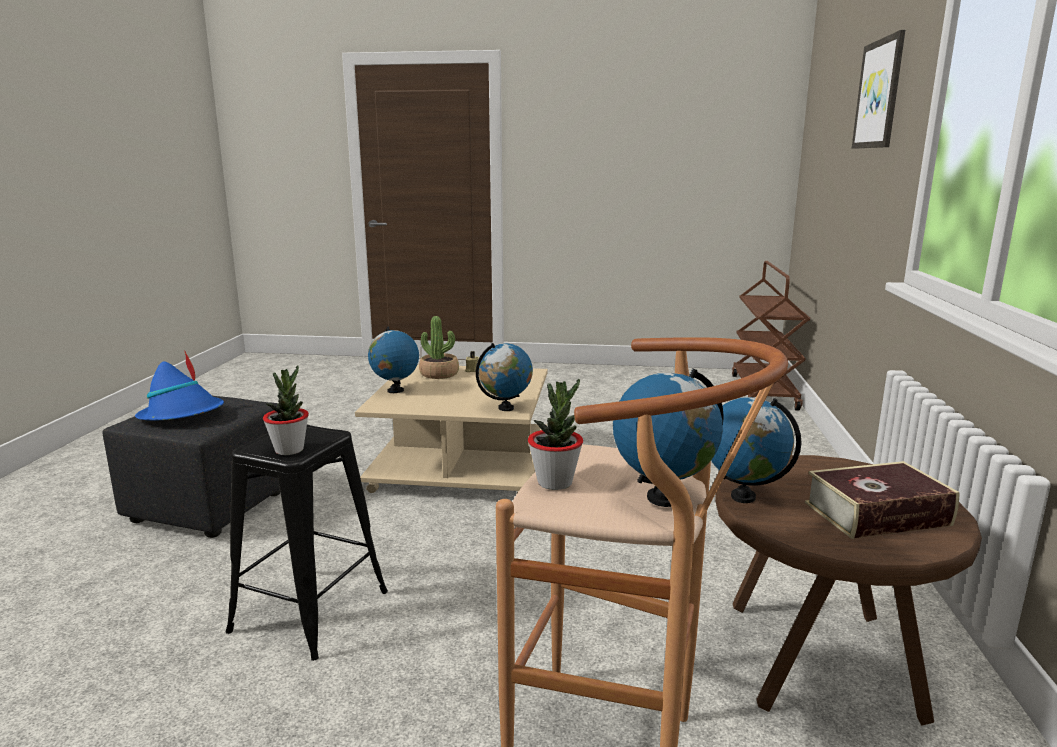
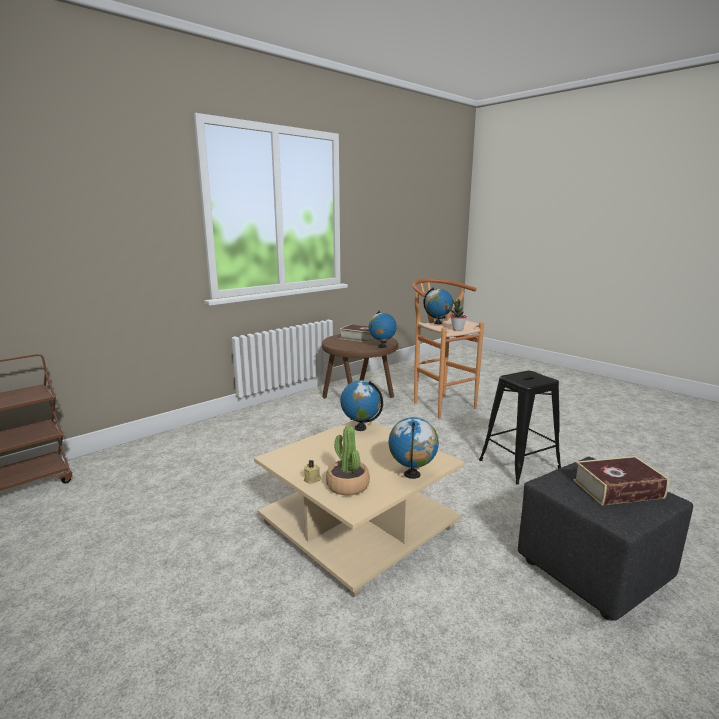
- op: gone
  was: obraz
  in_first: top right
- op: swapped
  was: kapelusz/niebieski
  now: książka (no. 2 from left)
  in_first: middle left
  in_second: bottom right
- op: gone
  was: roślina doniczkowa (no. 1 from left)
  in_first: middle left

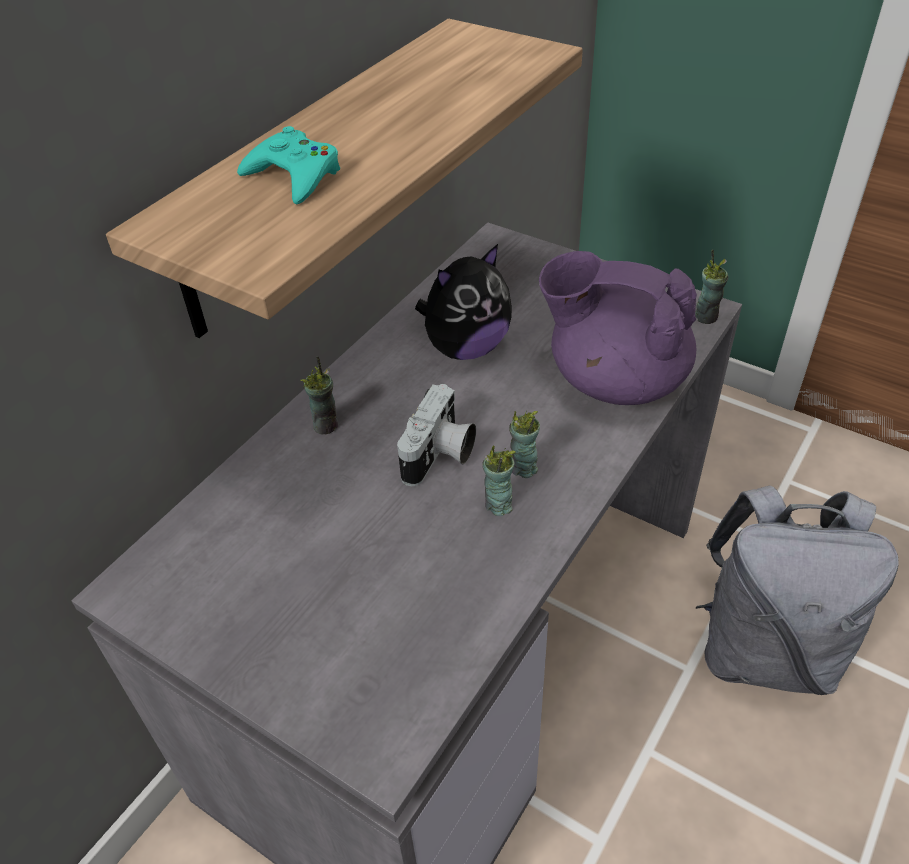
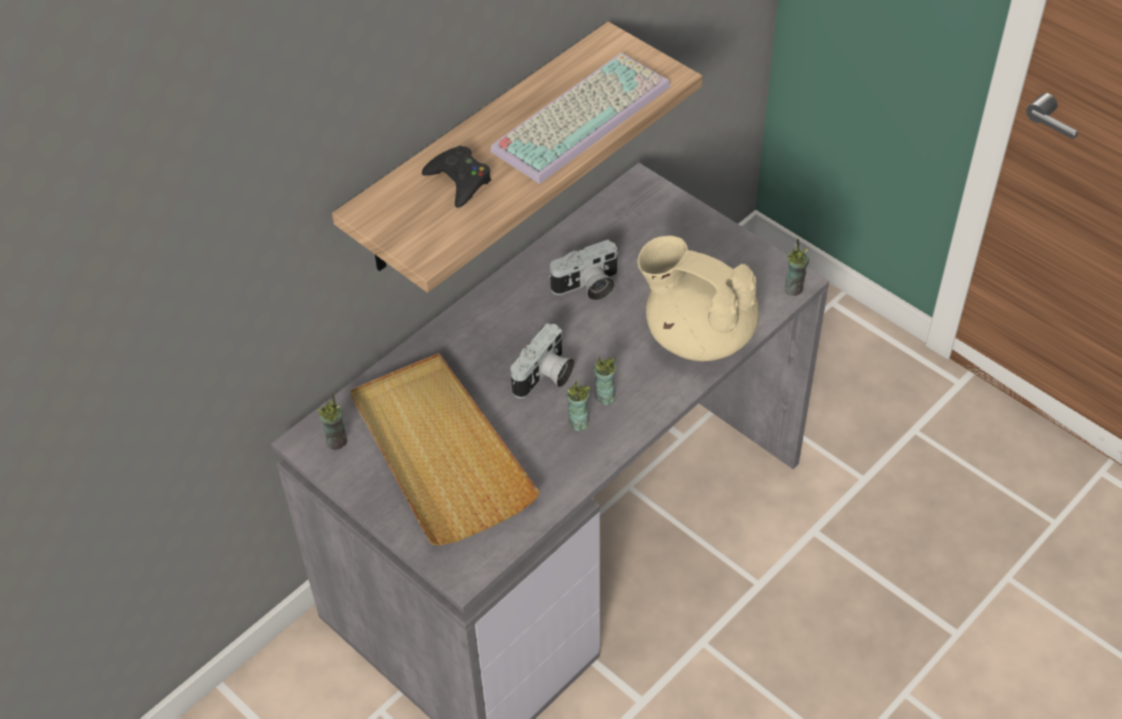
- op: repainted
  was: pad do gier/turkusowy
  now: pad do gier/czarny
  in_first: top left
  in_second: top centre
- op: swapped
  was: pluszak
  now: aparat fotograficzny (no. 2 from left)
  in_first: centre
  in_second: centre
- op: repainted
  was: imbryk/fioletowy
  now: imbryk/beżowy
  in_first: middle right
  in_second: centre
- op: shifted
  was: filiżanka (no. 1 from left)
  in_first: centre
  in_second: middle left
- op: gone
  was: plecak/szary
  in_first: bottom right
- op: new
  now: klawiatura
  in_second: top centre
- op: new
  now: taca/beżowy
  in_second: centre

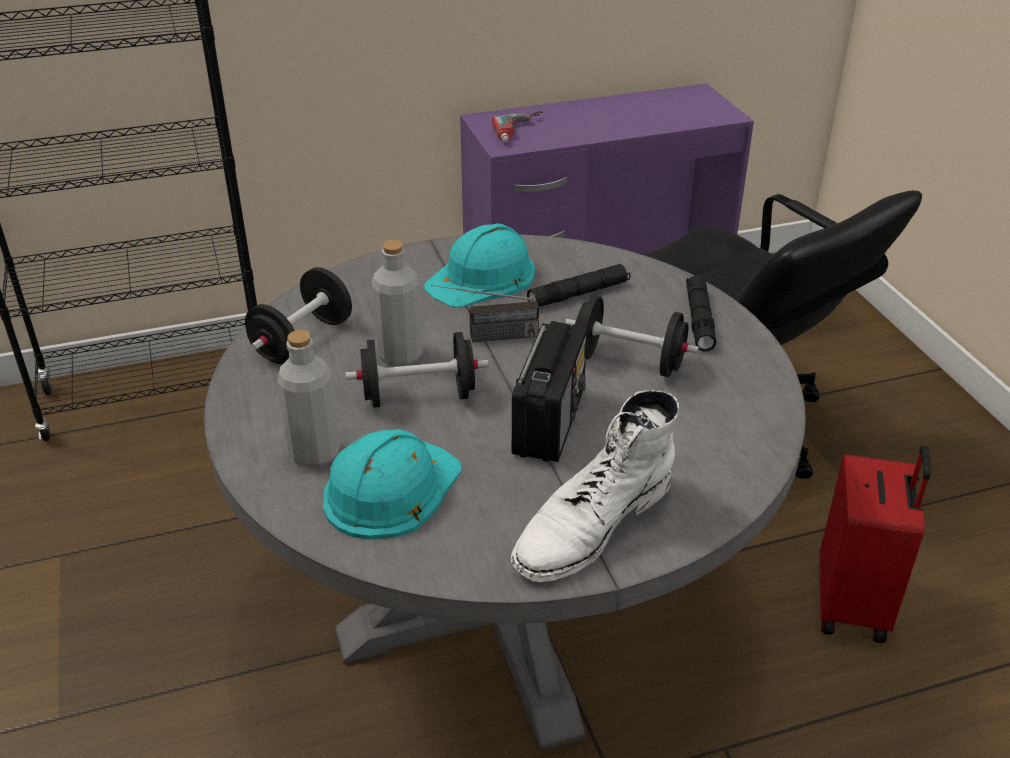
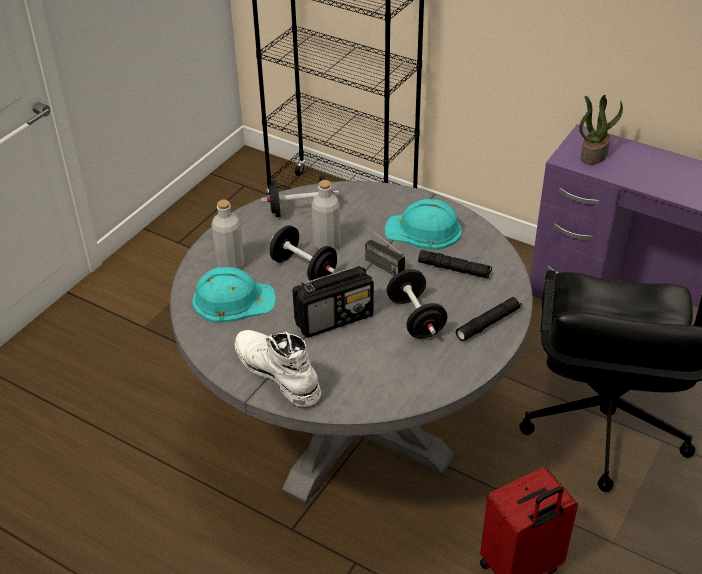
- op: swapped
  was: wiertarka
  now: roślina doniczkowa
  in_first: top centre
  in_second: top right
- op: rotated
  was: but z cholewką/biały
  in_first: centre
  in_second: centre
  clockwise: 45

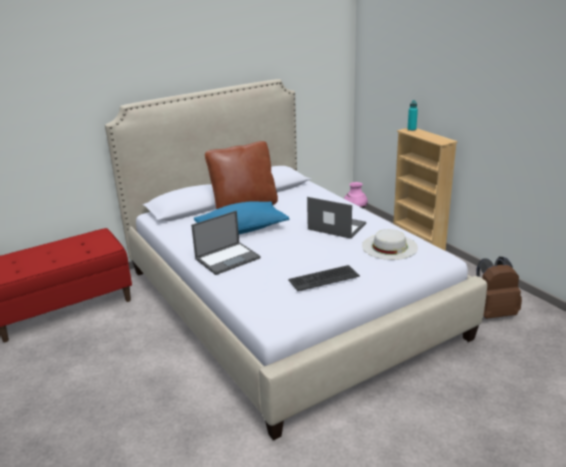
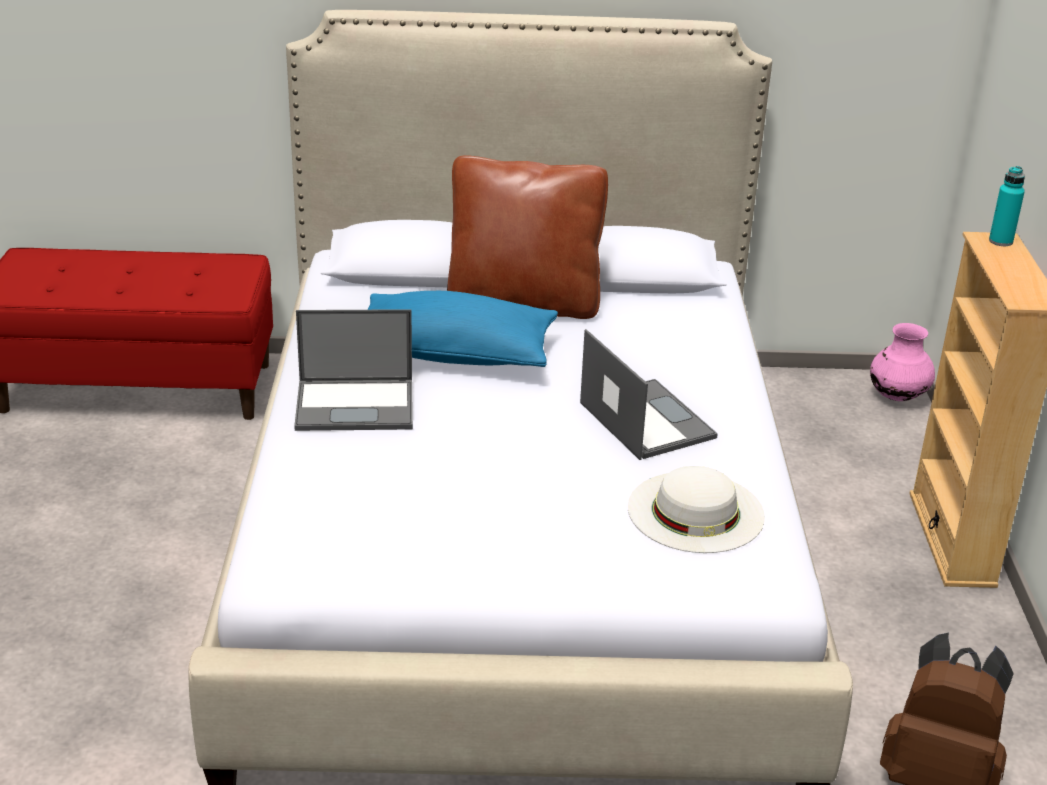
- op: gone
  was: klawiatura
  in_first: centre

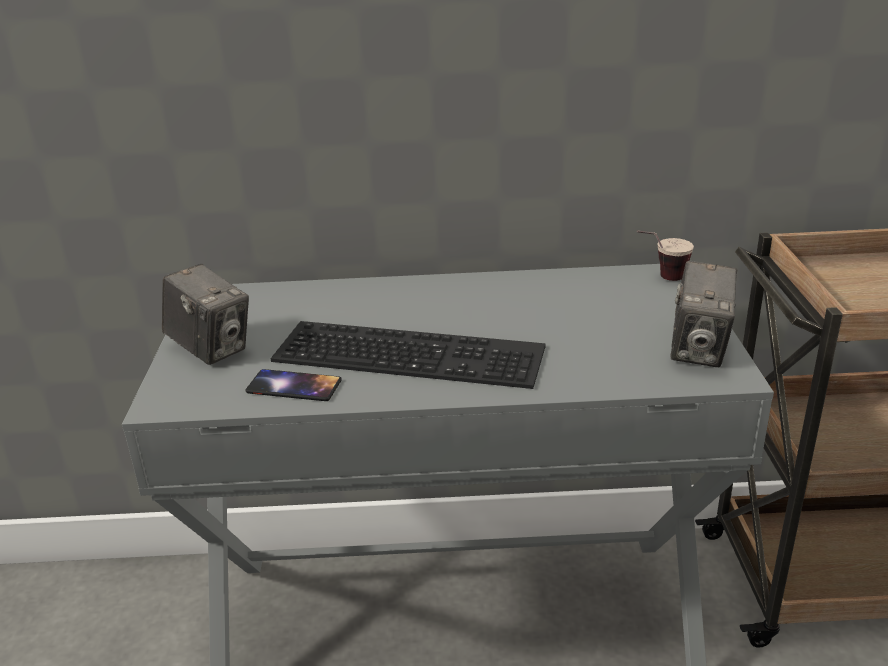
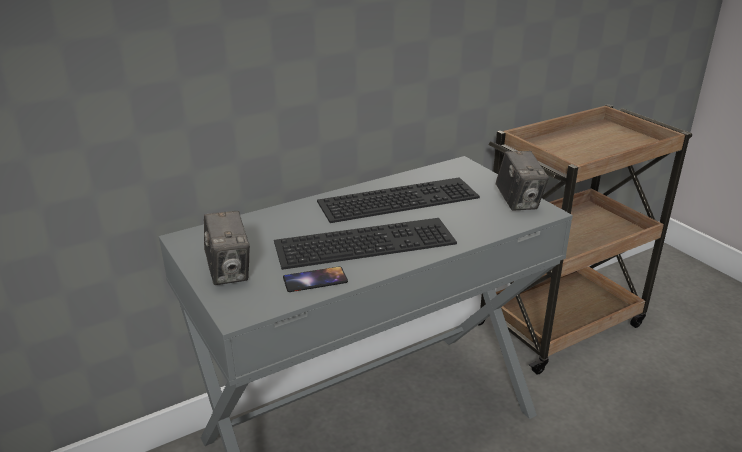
- op: gone
  was: filiżanka
  in_first: middle right
- op: rotated
  was: aparat fotograficzny (no. 1 from left)
  in_first: middle left
  in_second: middle left
  clockwise: 60
- op: new
  now: klawiatura (no. 2 from left)
  in_second: centre

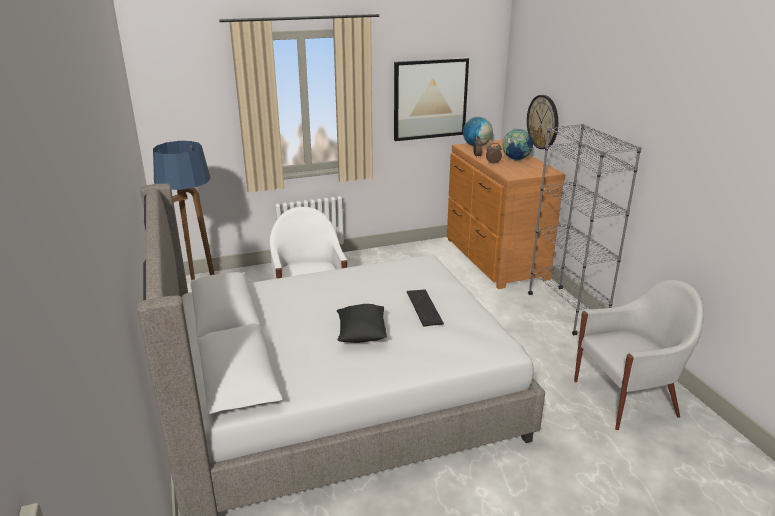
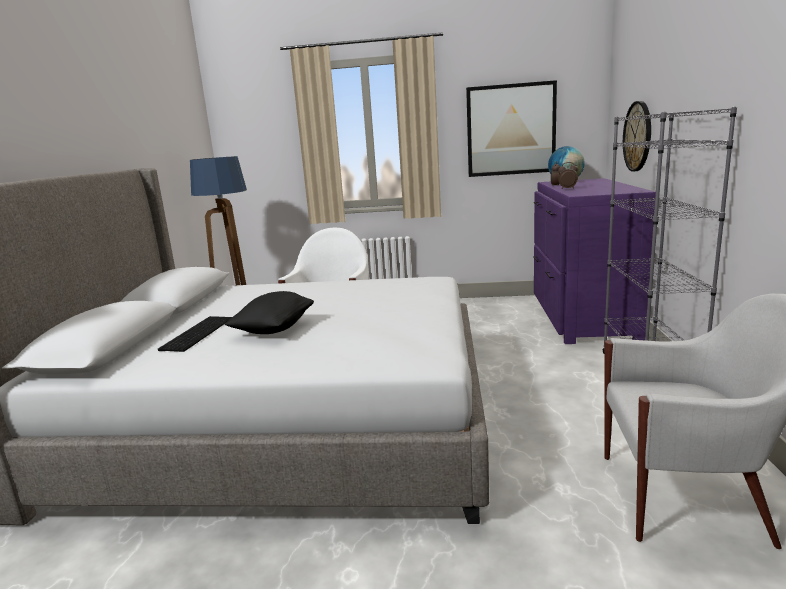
- op: gone
  was: globus (no. 2 from left)
  in_first: top right
- op: repainted
  was: komoda/brązowy
  now: komoda/fioletowy
  in_first: centre
  in_second: middle right
- op: shifted
  was: klawiatura
  in_first: centre
  in_second: middle left

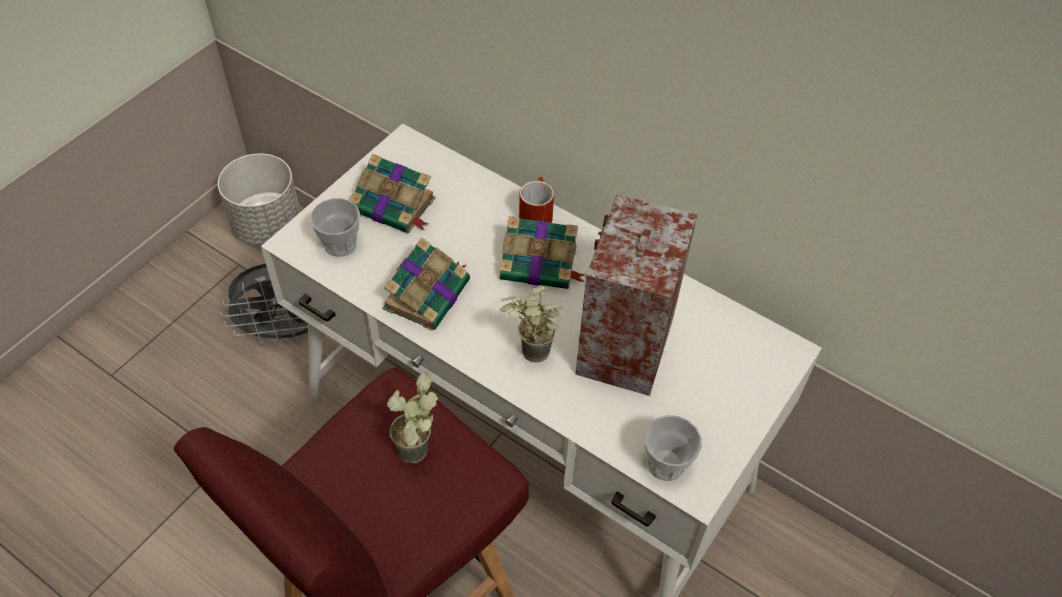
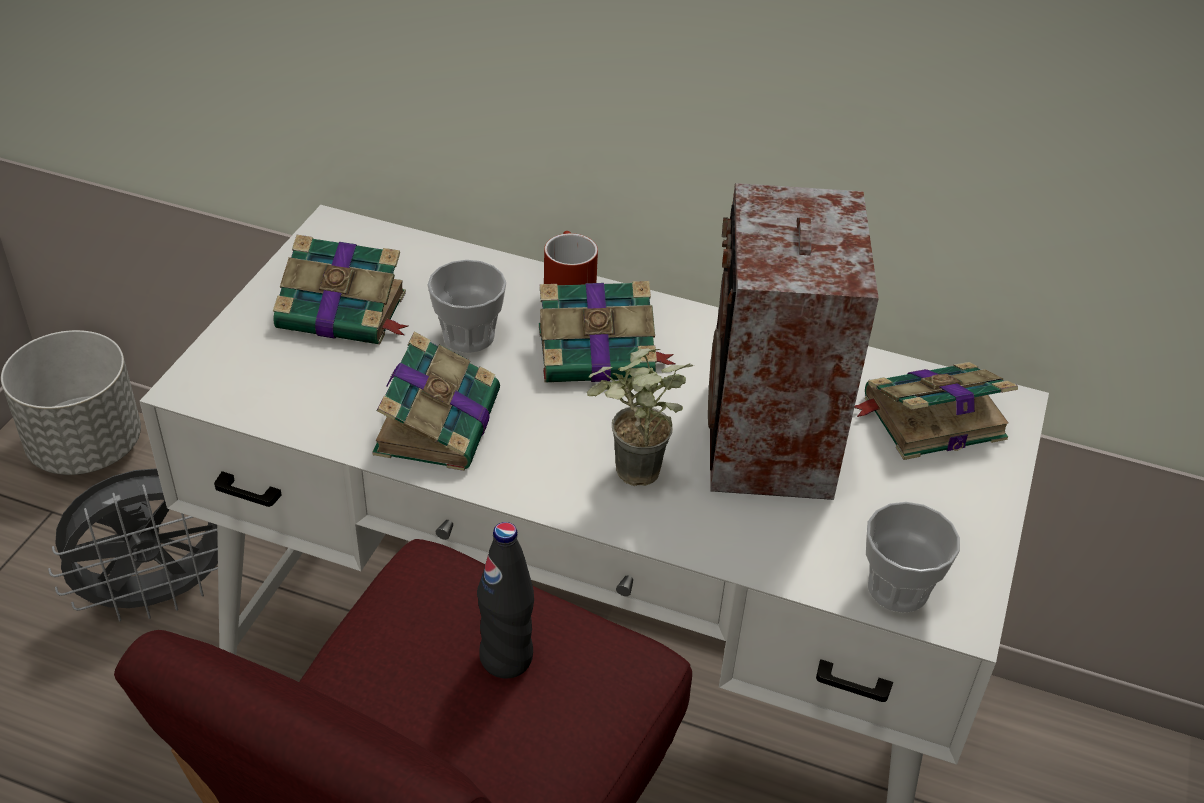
- op: shifted
  was: filiżanka (no. 1 from left)
  in_first: middle left
  in_second: centre
- op: swapped
  was: roślina doniczkowa (no. 1 from left)
  now: butelka/czarny
  in_first: bottom centre
  in_second: bottom centre
- op: new
  now: książka (no. 4 from left)
  in_second: middle right

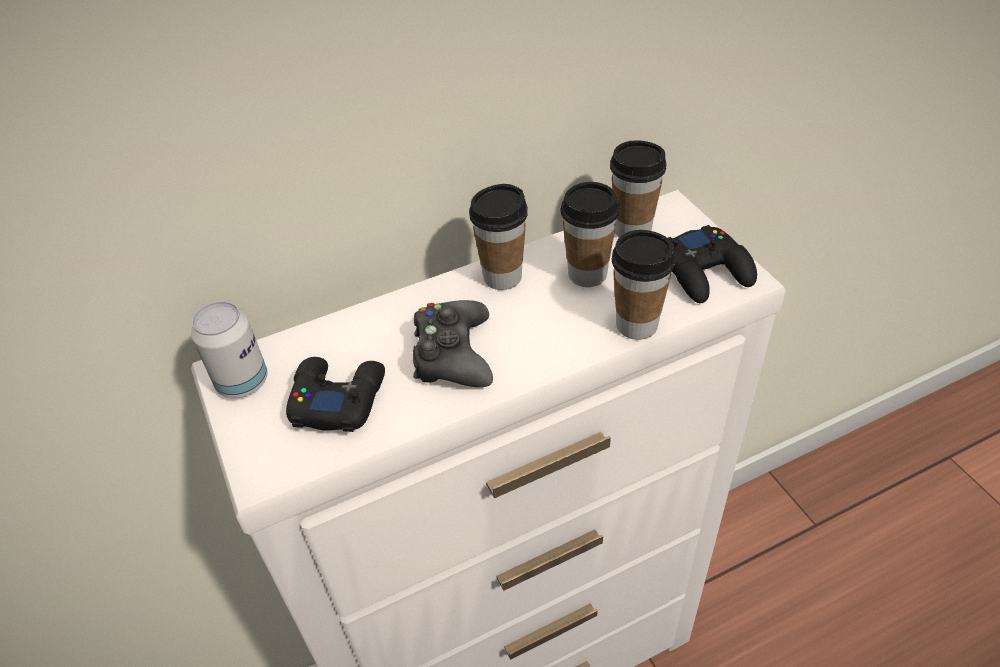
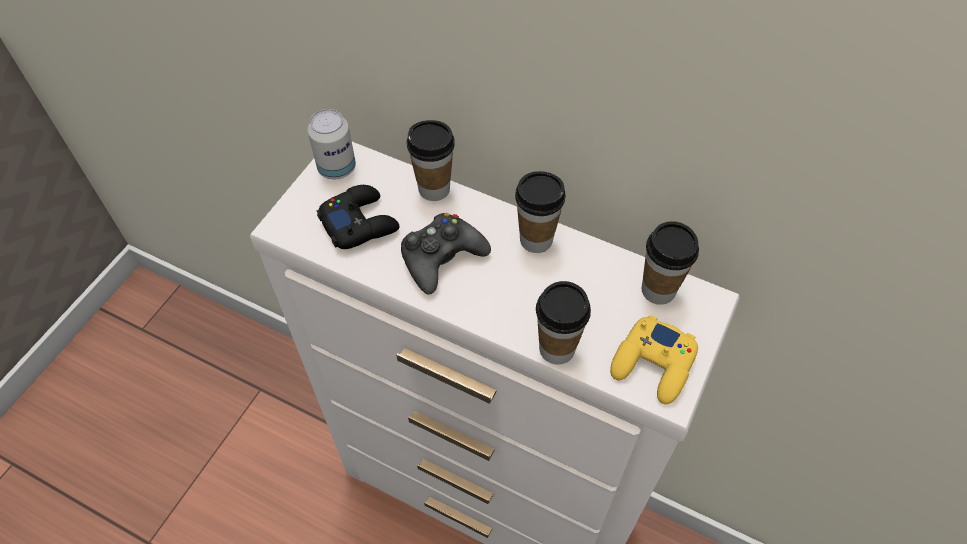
- op: shifted
  was: filiżanka (no. 2 from left in the first image)
  now: filiżanka (no. 1 from left)
  in_first: centre
  in_second: top centre
- op: repainted
  was: pad do gier/czarny (no. 3 from left)
  now: pad do gier/żółty
  in_first: middle right
  in_second: middle right

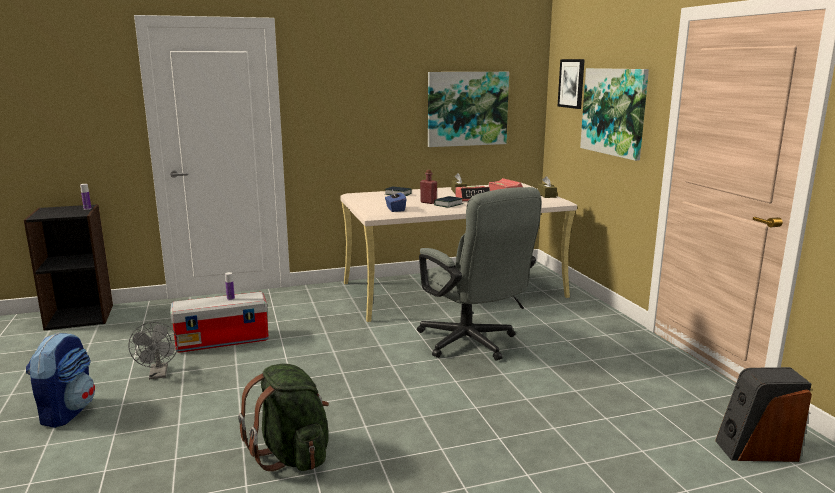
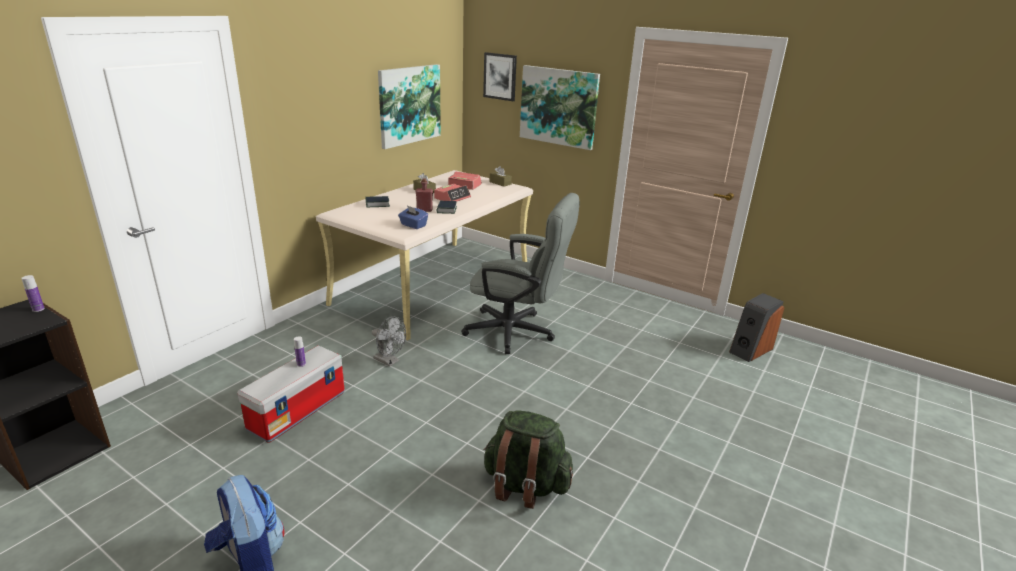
- op: shifted
  was: wentylator/szary
  in_first: bottom left
  in_second: centre

